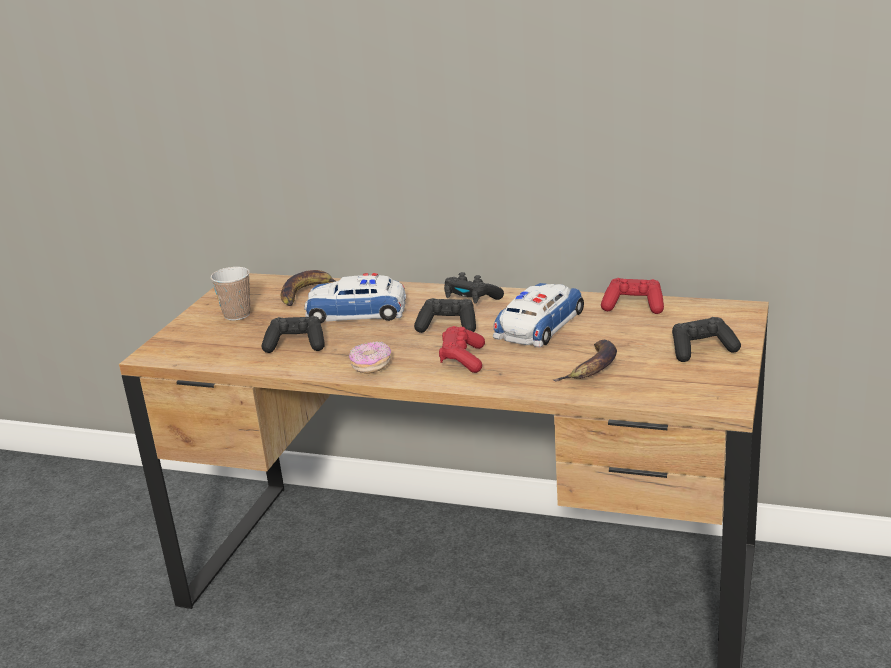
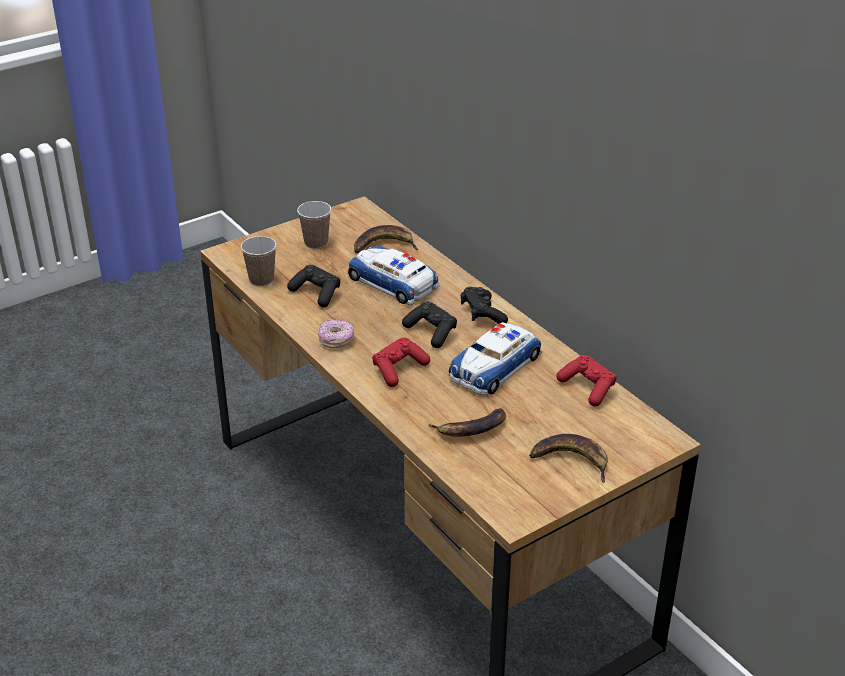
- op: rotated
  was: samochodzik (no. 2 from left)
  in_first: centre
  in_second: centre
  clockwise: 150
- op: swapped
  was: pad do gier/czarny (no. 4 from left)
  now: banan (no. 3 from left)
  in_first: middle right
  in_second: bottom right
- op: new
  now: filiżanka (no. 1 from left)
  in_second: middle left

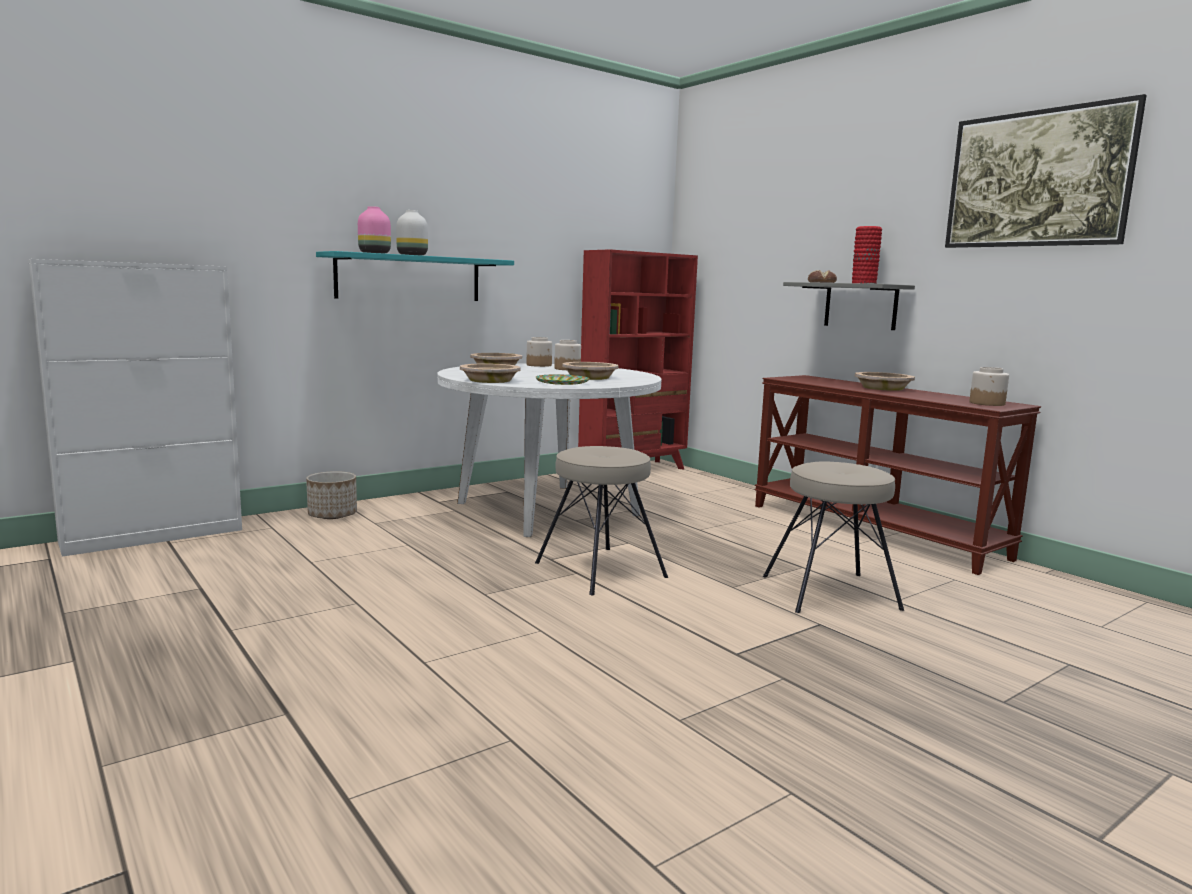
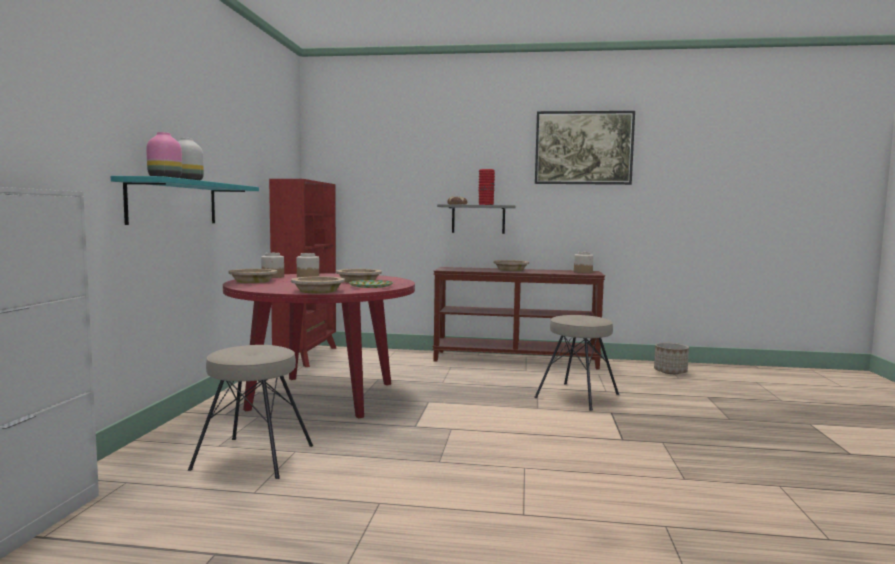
- op: repainted
  was: stół jadalny/biały
  now: stół jadalny/czerwony
  in_first: centre
  in_second: centre
- op: shifted
  was: stołek/beżowy (no. 1 from left)
  in_first: centre
  in_second: bottom left
- op: shifted
  was: donica
  in_first: middle left
  in_second: middle right

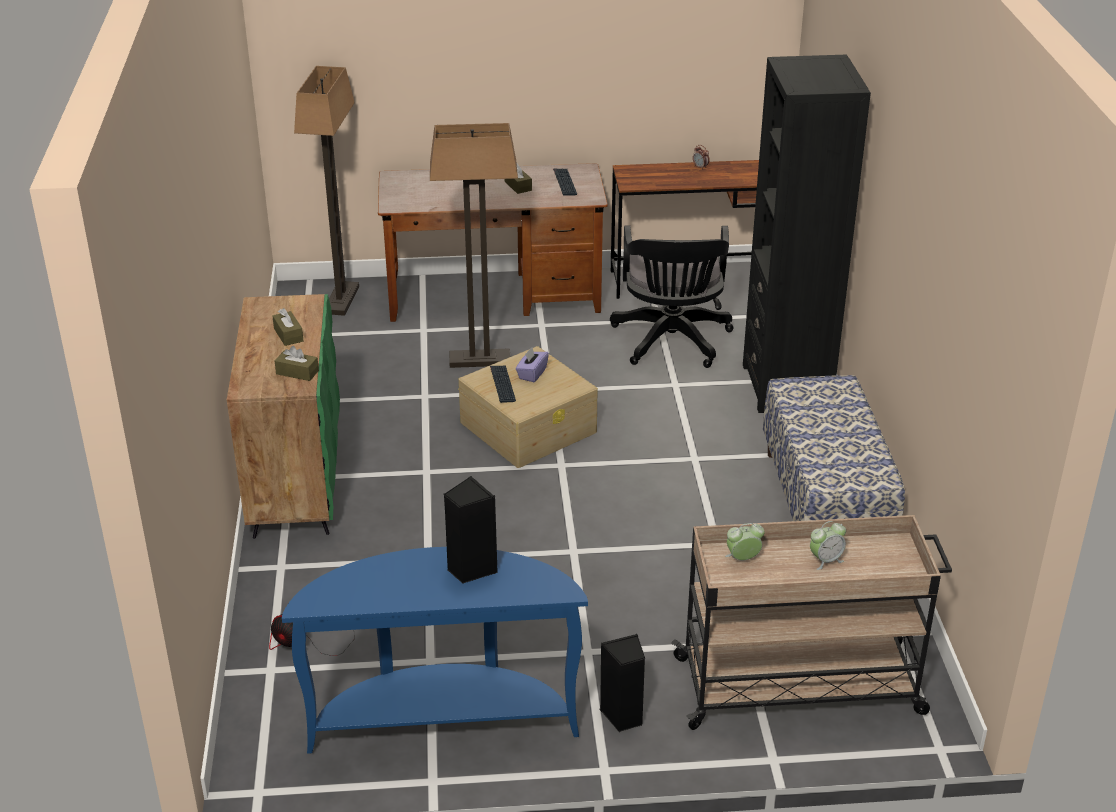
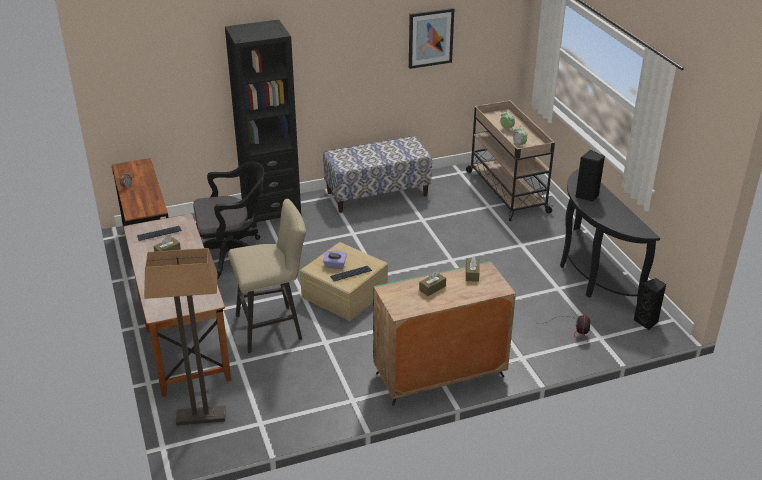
- op: swapped
  was: lampa stojąca (no. 2 from left)
  now: stołek/beżowy
  in_first: top centre
  in_second: centre
- op: repainted
  was: stolik konsolowy/niebieski
  now: stolik konsolowy/czarny
  in_first: bottom centre
  in_second: middle right
- op: shifted
  was: głośnik/czarny (no. 2 from left)
  in_first: bottom centre
  in_second: middle right
- op: new
  now: obraz
  in_second: top centre

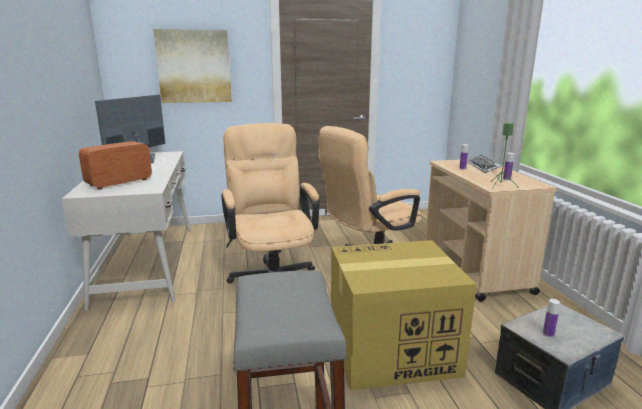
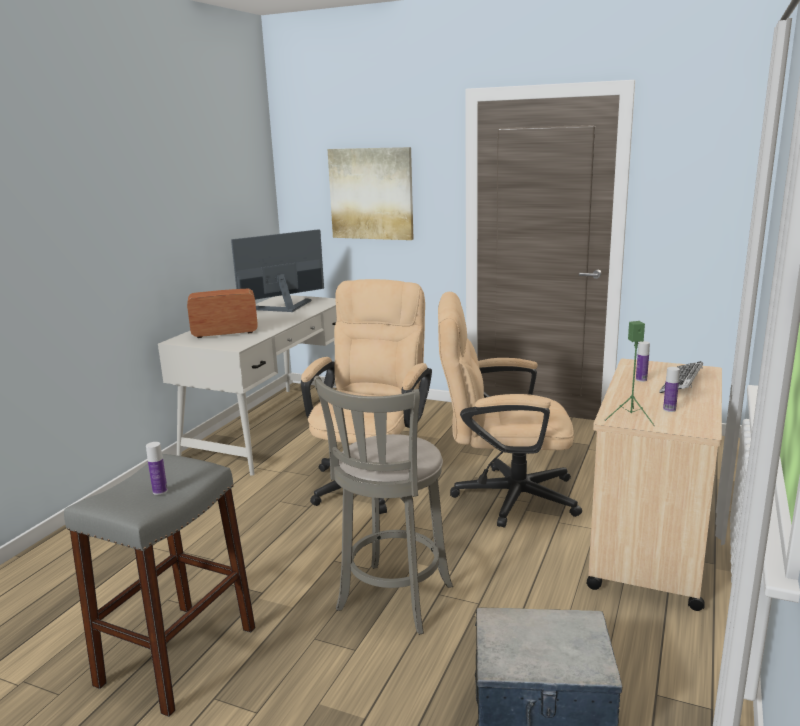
- op: swapped
  was: karton
  now: stołek/szary (no. 2 from left)
  in_first: bottom centre
  in_second: bottom centre
- op: shifted
  was: butelka (no. 3 from left in the first image)
  now: butelka (no. 1 from left)
  in_first: bottom right
  in_second: middle left

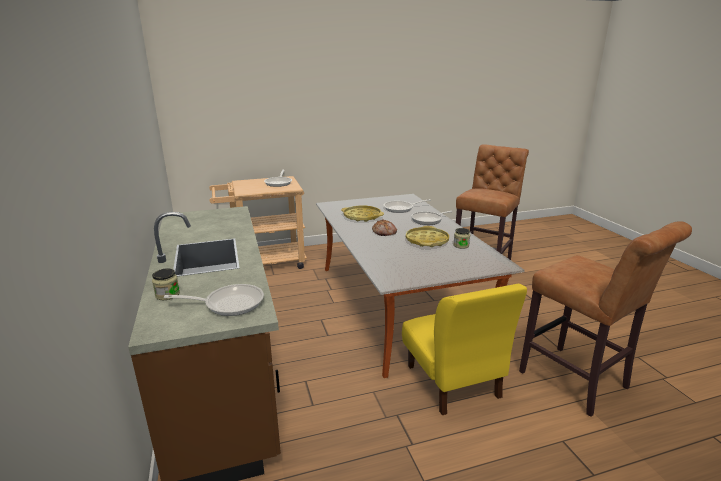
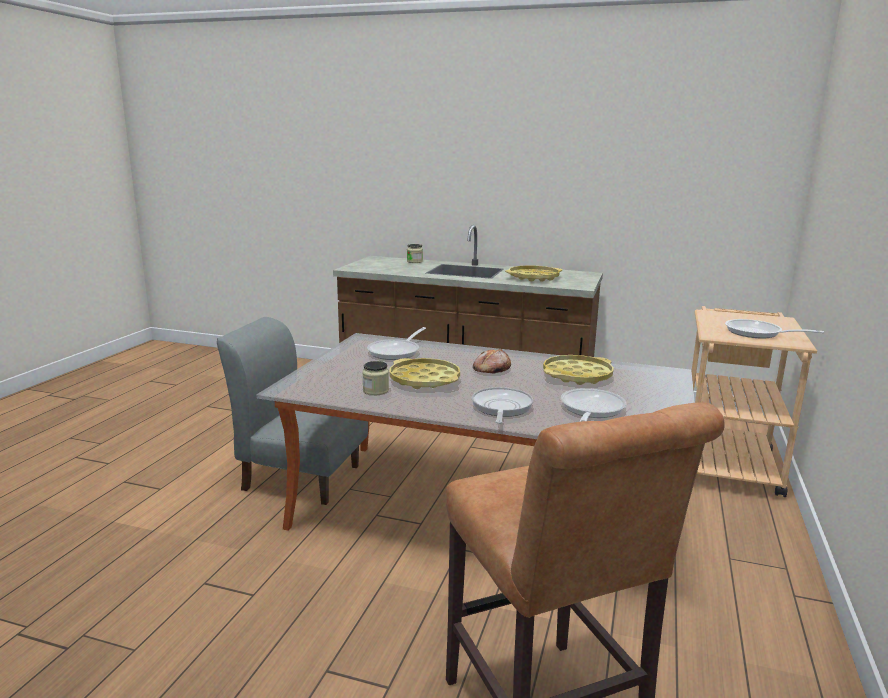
- op: gone
  was: stołek/brązowy (no. 2 from left)
  in_first: middle right
- op: shifted
  was: patelnia (no. 1 from left)
  in_first: middle left
  in_second: centre
- op: repainted
  was: krzesło/żółty
  now: krzesło/szary
  in_first: bottom centre
  in_second: middle left
- op: new
  now: taca/żółty (no. 2 from left)
  in_second: centre

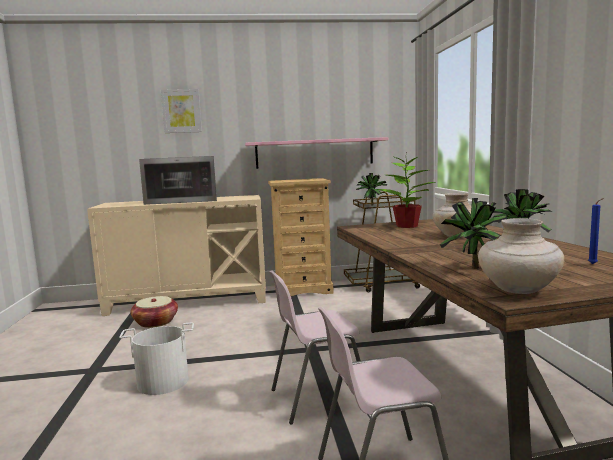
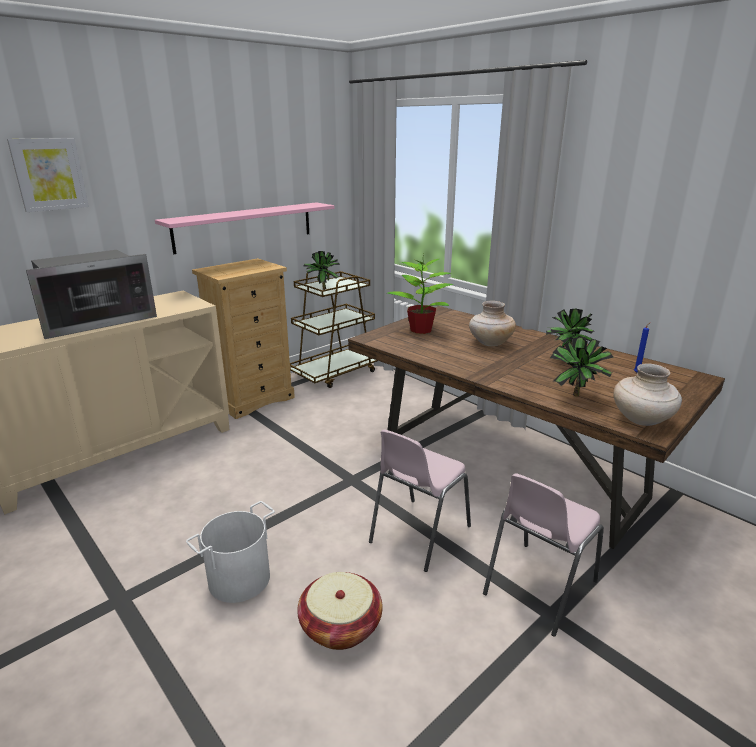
- op: shifted
  was: koszyk
  in_first: bottom left
  in_second: bottom centre

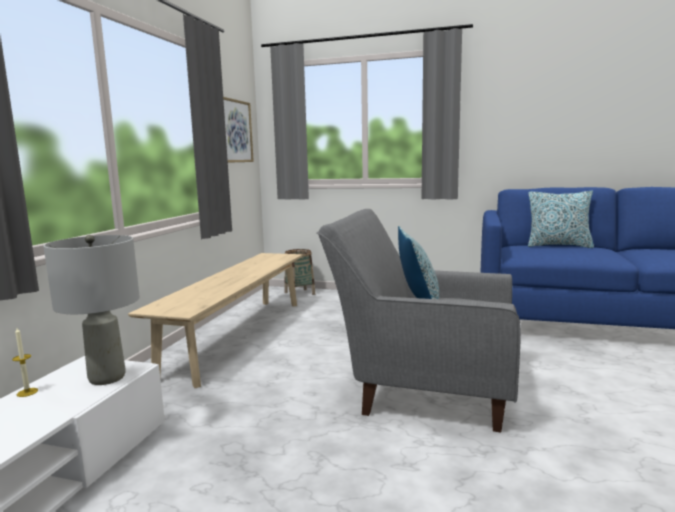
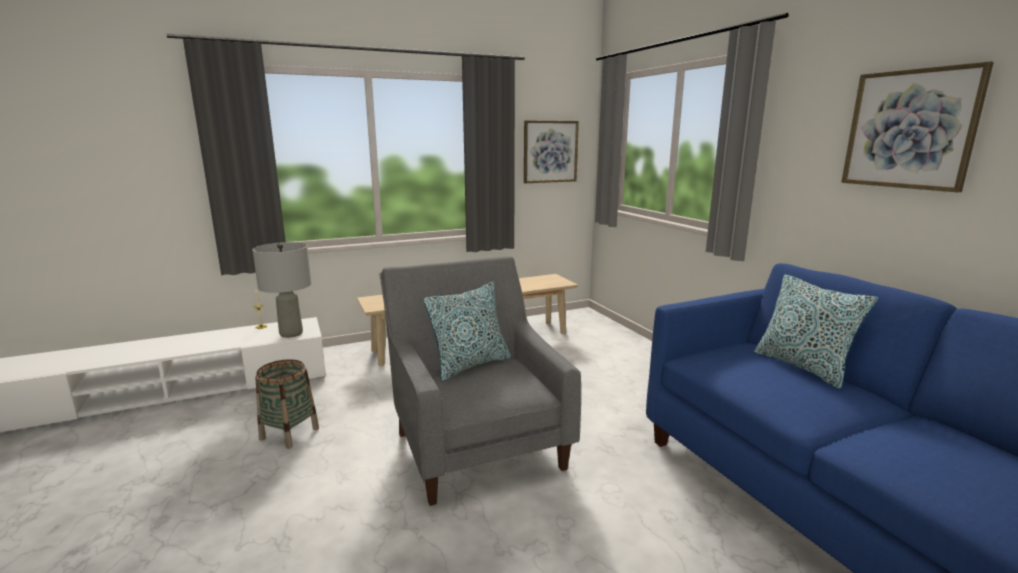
- op: shifted
  was: koszyk
  in_first: centre
  in_second: bottom left
- op: new
  now: obraz (no. 2 from left)
  in_second: top right

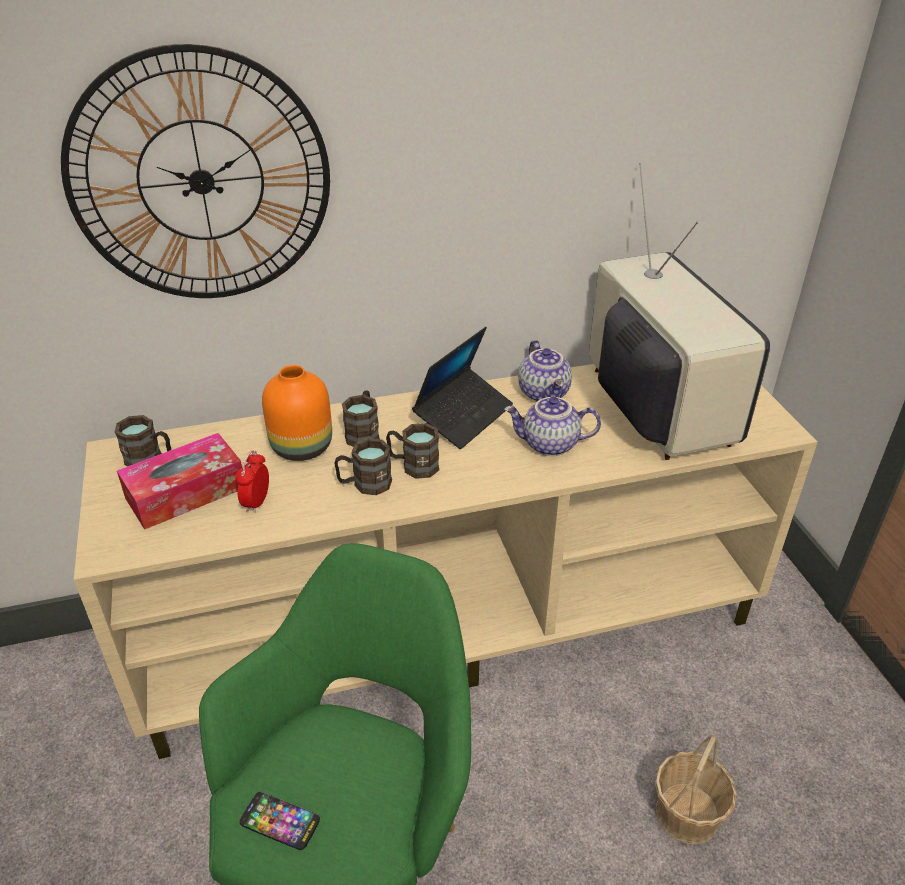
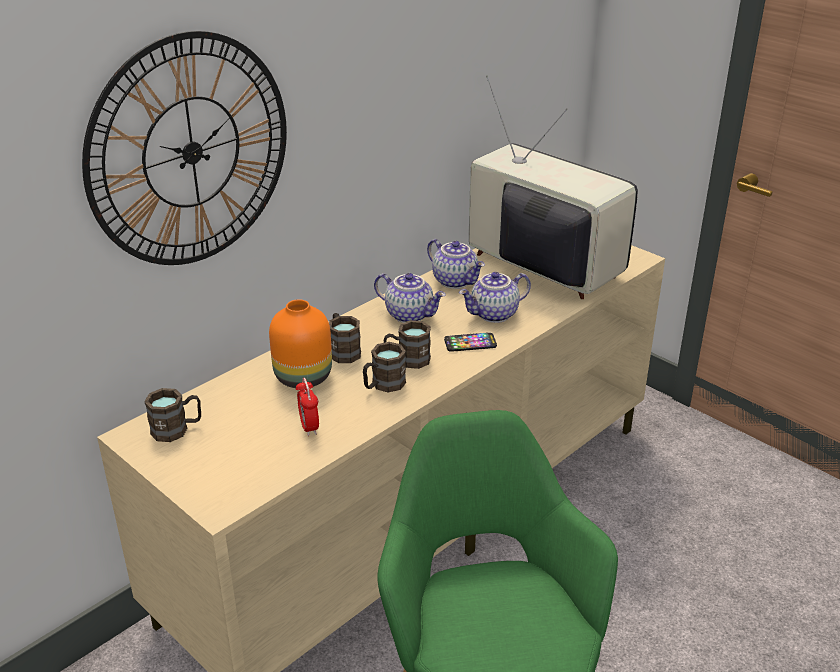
- op: swapped
  was: laptop
  now: imbryk (no. 1 from left)
  in_first: centre
  in_second: centre
- op: gone
  was: pudełko chusteczek
  in_first: middle left
- op: gone
  was: koszyk
  in_first: bottom right
- op: shifted
  was: telefon
  in_first: bottom left
  in_second: centre

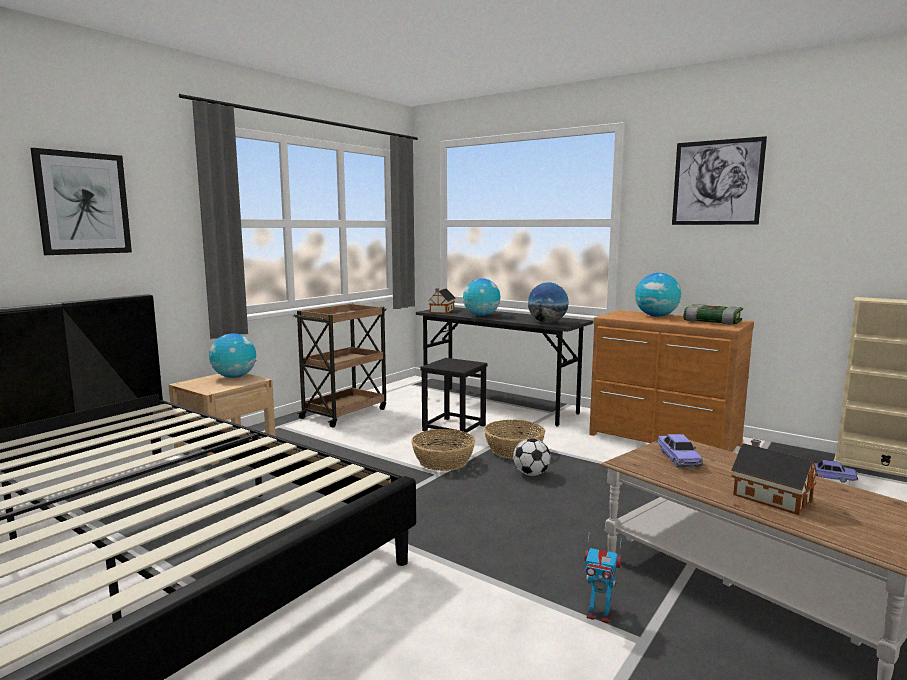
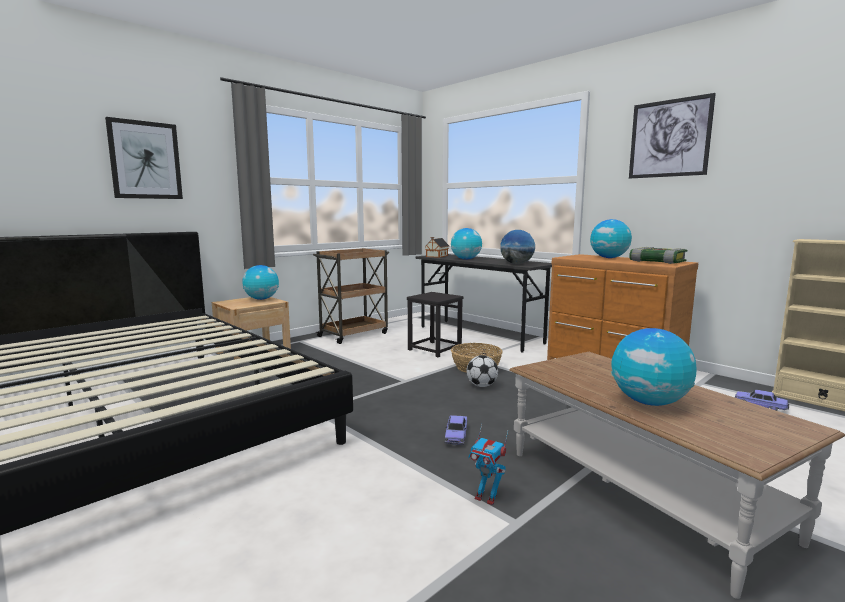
- op: gone
  was: koszyk (no. 1 from left)
  in_first: centre
- op: shifted
  was: samochodzik (no. 1 from left)
  in_first: middle right
  in_second: bottom centre
- op: swapped
  was: domek (no. 2 from left)
  now: globus (no. 5 from left)
  in_first: bottom right
  in_second: middle right

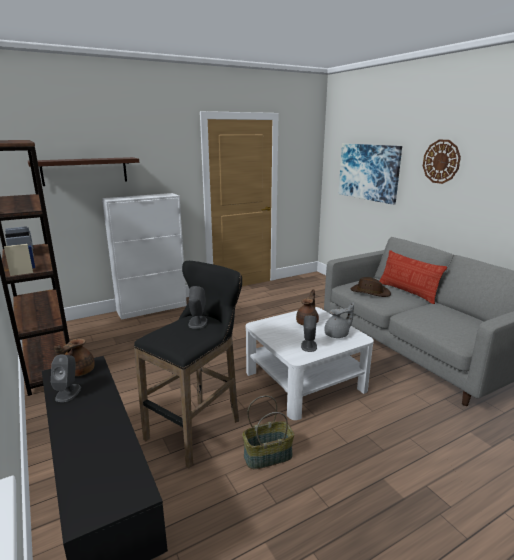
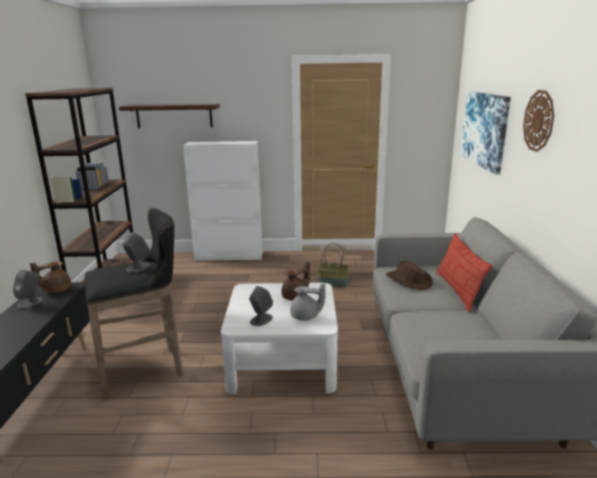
- op: shifted
  was: koszyk
  in_first: bottom centre
  in_second: centre

